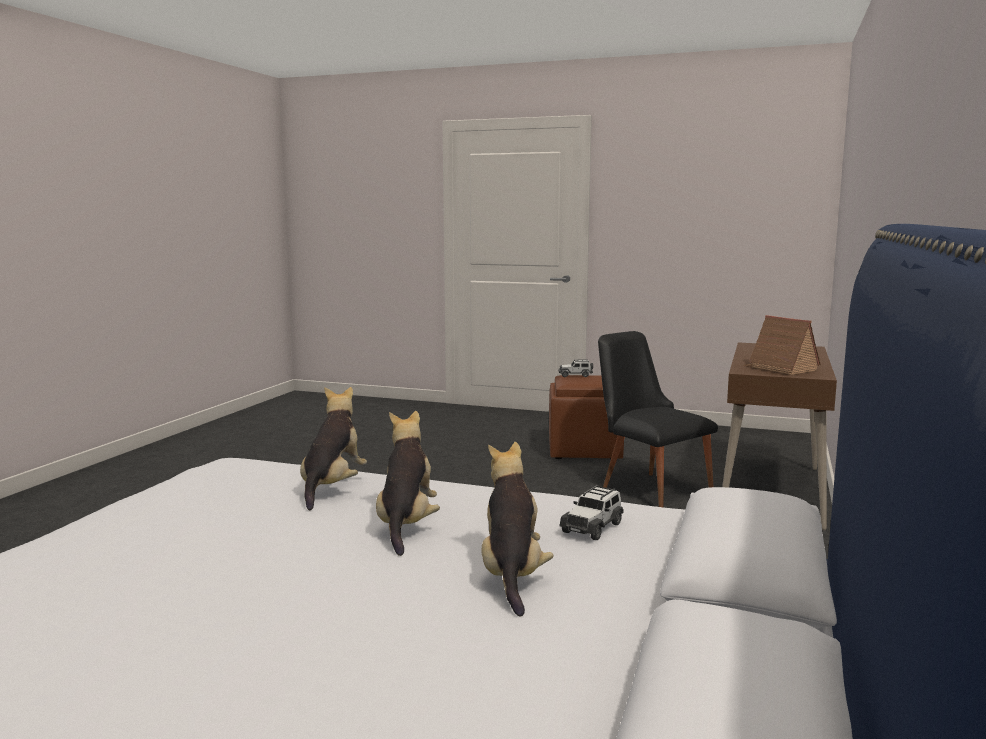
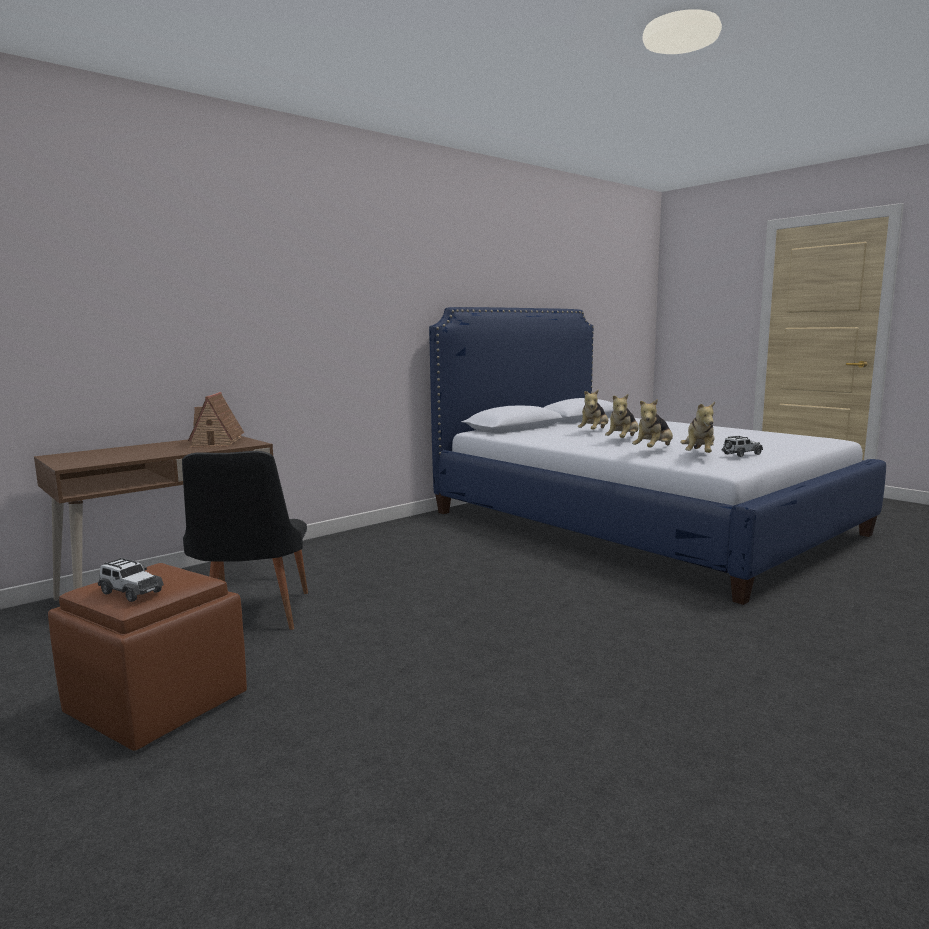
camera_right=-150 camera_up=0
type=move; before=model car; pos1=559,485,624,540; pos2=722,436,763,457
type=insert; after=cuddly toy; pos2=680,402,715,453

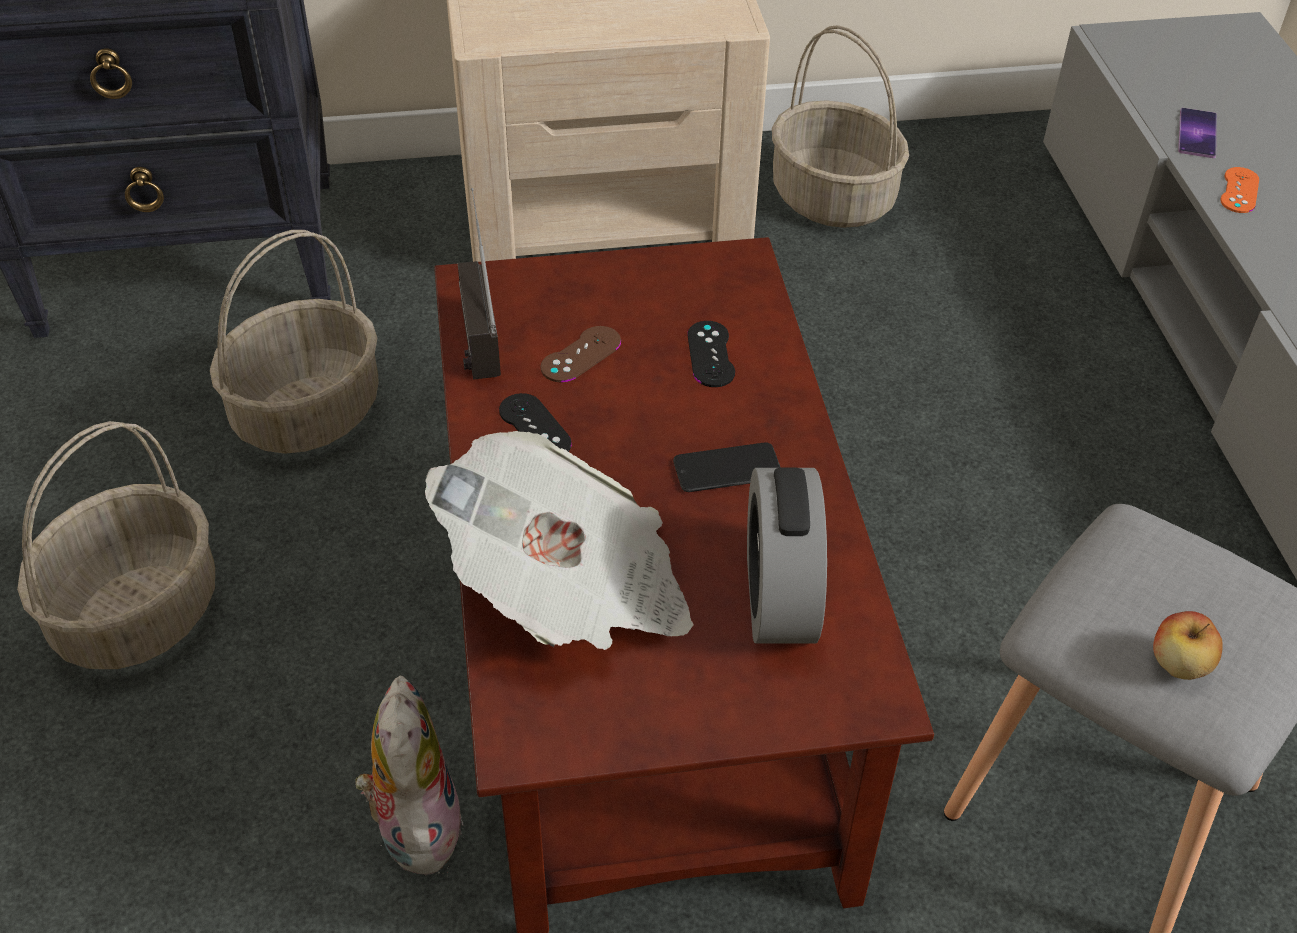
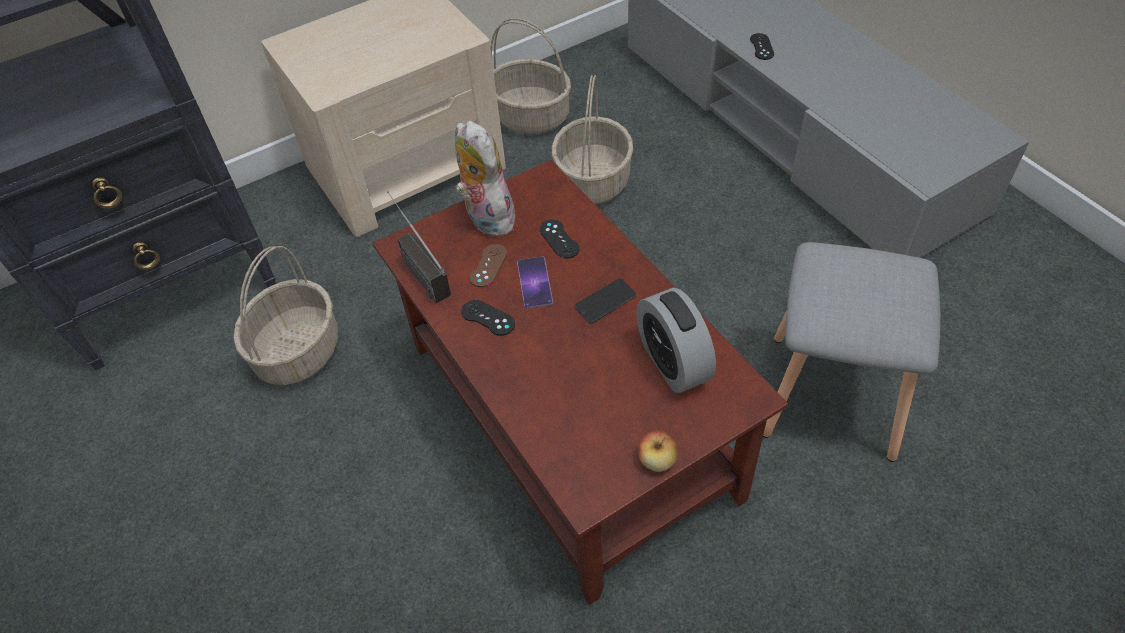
camera_right=-20 camera_up=5
type=move; before=basket; pos1=17,421,215,669; pos2=552,75,633,204
type=move; before=cuddly toy; pos1=355,675,463,876; pos2=455,120,515,237
type=delete; before=newspaper; pos1=425,431,694,650
type=move; before=whole apple; pos1=1153,611,1223,680; pos2=639,430,678,472
type=move; before=handset; pos1=1178,108,1217,158; pos2=517,257,553,309
type=recolor; before=orange-coloured game controller; after=black-coloured game controller; pos1=1220,167,1259,213; pos2=750,33,774,60

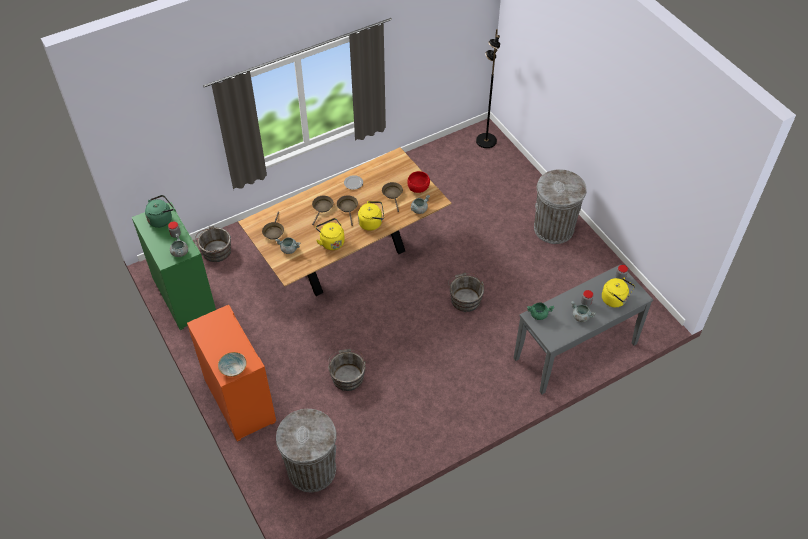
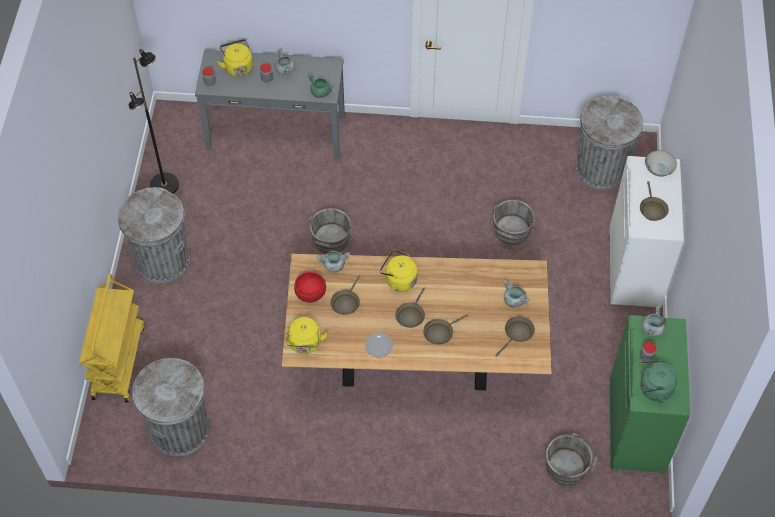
camera_right=-145 camera_up=5
type=recolor; before=orange-coloured cabinet; after=whitish cabinet; pos1=187,305,276,442; pos2=610,156,684,309
type=move; before=yellow tea kettle; pos1=316,218,345,250; pos2=286,317,328,354
type=move; before=black-coloured floor lamp; pos1=476,29,500,148; pos2=129,49,179,194
type=insert; after=yellow cart; pos2=79,274,145,403
type=insert; after=greyish waste bin; pos2=132,358,209,456
type=insert; after=brownish pan; pos2=640,181,669,221

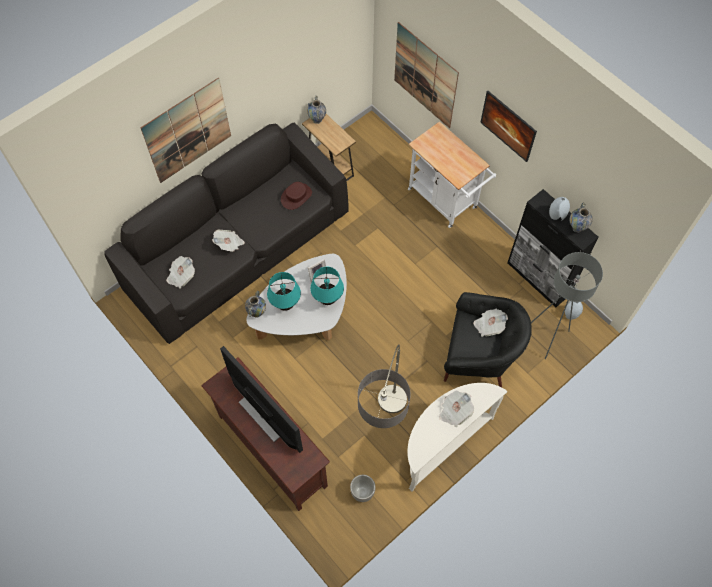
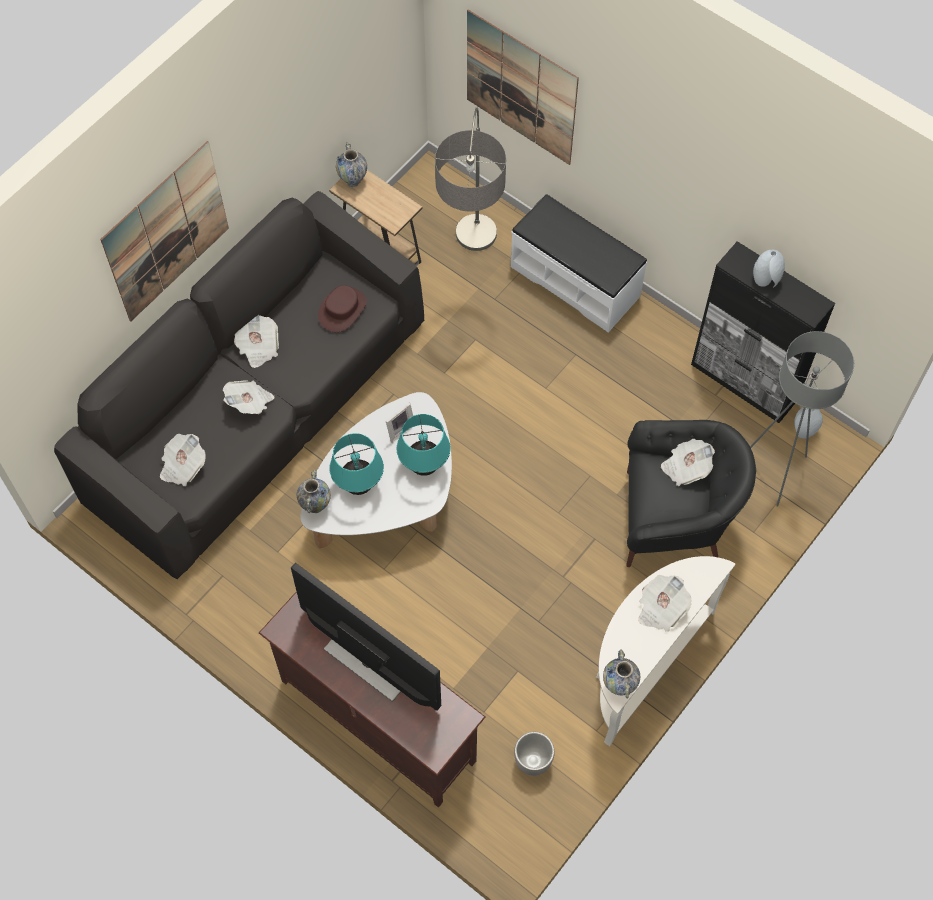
camera_right=-10 camera_up=0
type=move; before=floor lamp; pos1=358,344,411,428; pos2=435,107,506,251
type=replace; before=whitish cart; after=whitish long seat; pos1=408,121,496,228; pos2=511,194,647,333
type=delete; before=picture; pos1=480,91,537,162
type=move; before=vase; pos1=570,202,593,233; pos2=603,649,640,698
type=insert; after=newspaper; pos2=234,315,279,368

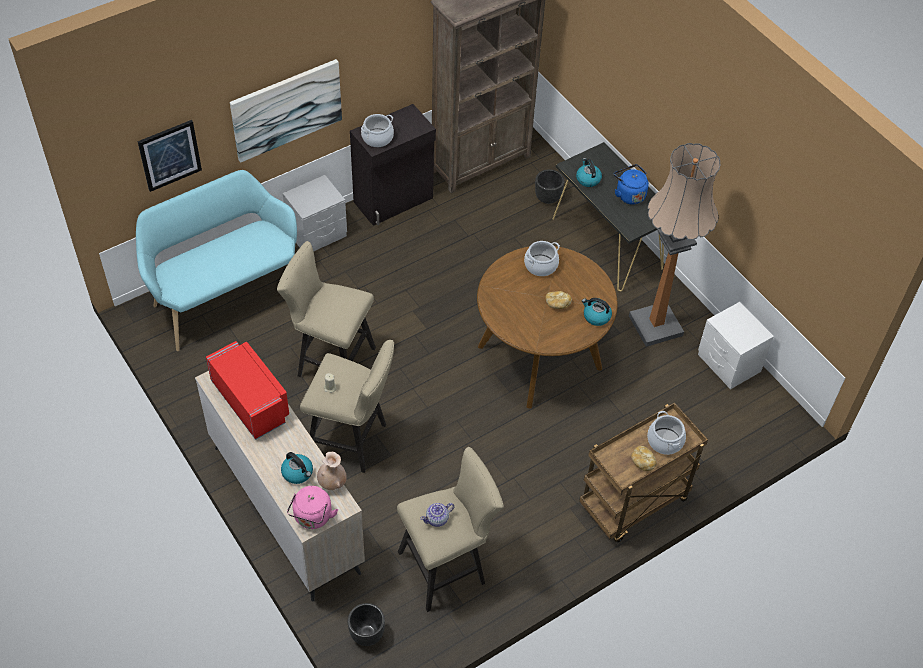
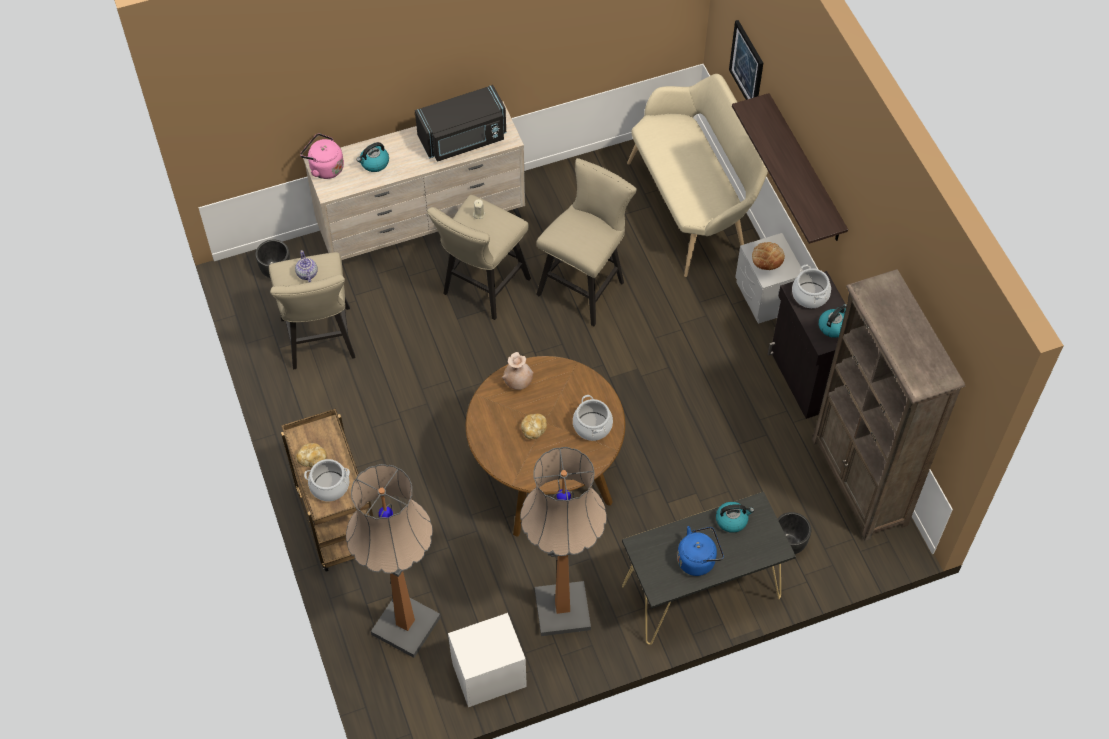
camera_right=105 camera_up=5
type=recolor; before=turquoise long seat; after=sand-coloured long seat; pos1=136,170,297,351; pos2=627,74,768,277
type=recolor; before=red kitchen microwave; after=black-coloured kitchen microwave; pos1=206,341,289,440; pos2=415,85,507,162
type=replace; before=picture; after=bracket shelf; pos1=230,59,342,163; pos2=732,93,848,244
type=move; before=sand-coloured vase; pos1=317,452,347,490; pos2=502,352,534,390
type=move; before=tea kettle; pos1=582,298,612,326; pos2=818,304,847,338
type=insert; after=floor lamp; pos2=346,464,441,658
type=insert; after=baked bread; pos2=752,242,785,270

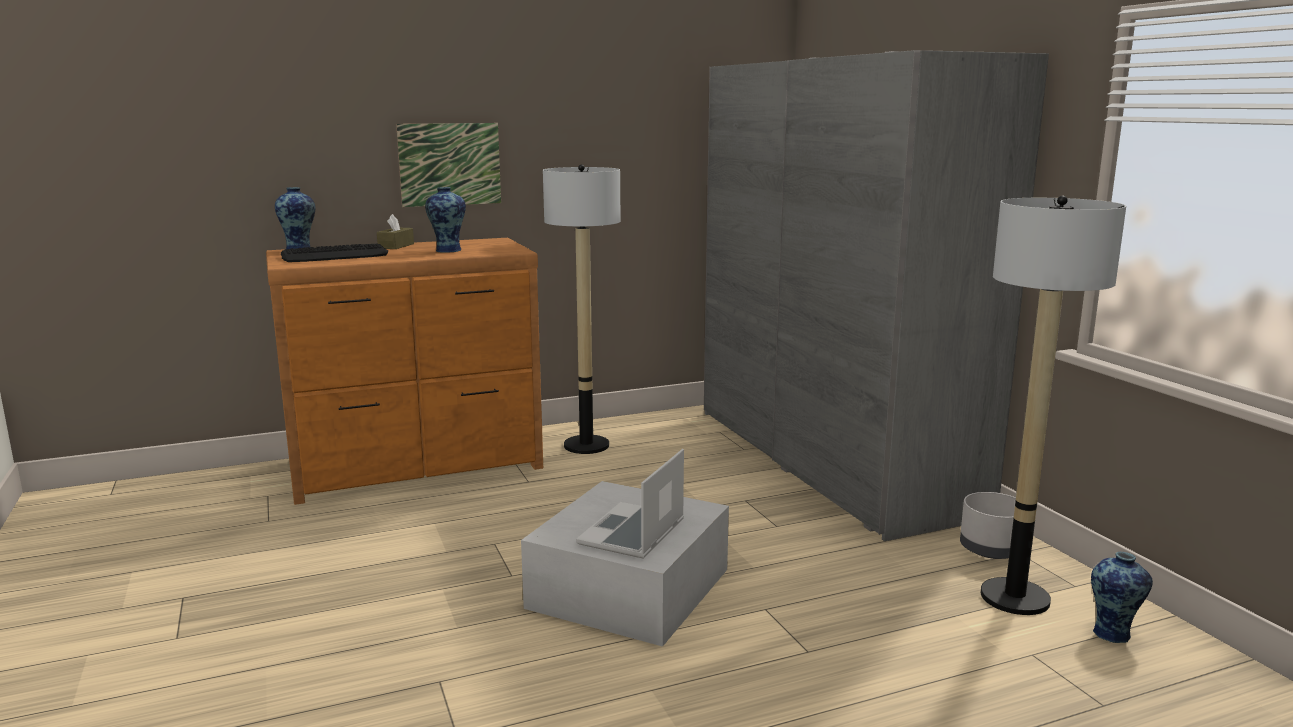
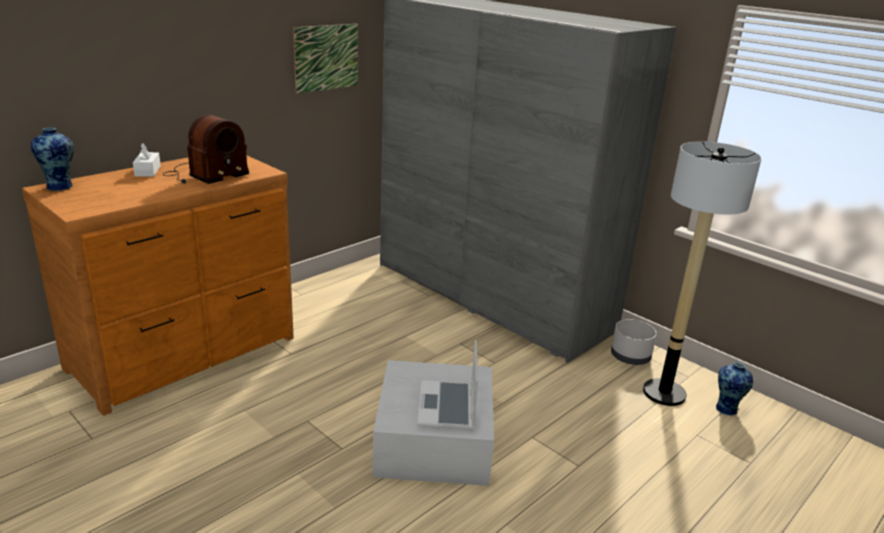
camera_right=-25 camera_up=10
type=delete; before=computer keyboard; pos1=281,244,388,262
type=recolor; before=brownish box of tissues; after=whitish box of tissues; pos1=377,214,414,249; pos2=133,143,161,177
type=move; before=picture; pos1=396,123,501,207; pos2=293,24,358,94
type=replace; before=vase; after=radio; pos1=425,187,466,253; pos2=163,115,250,184
type=delete; before=floor lamp; pos1=543,164,620,454

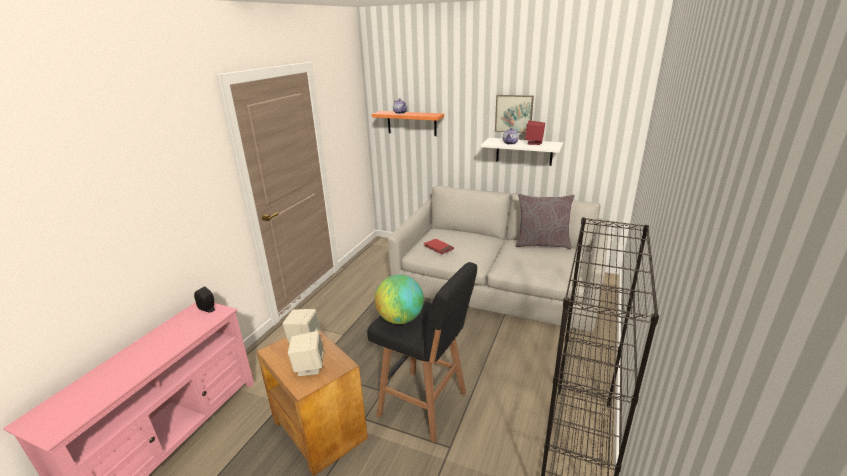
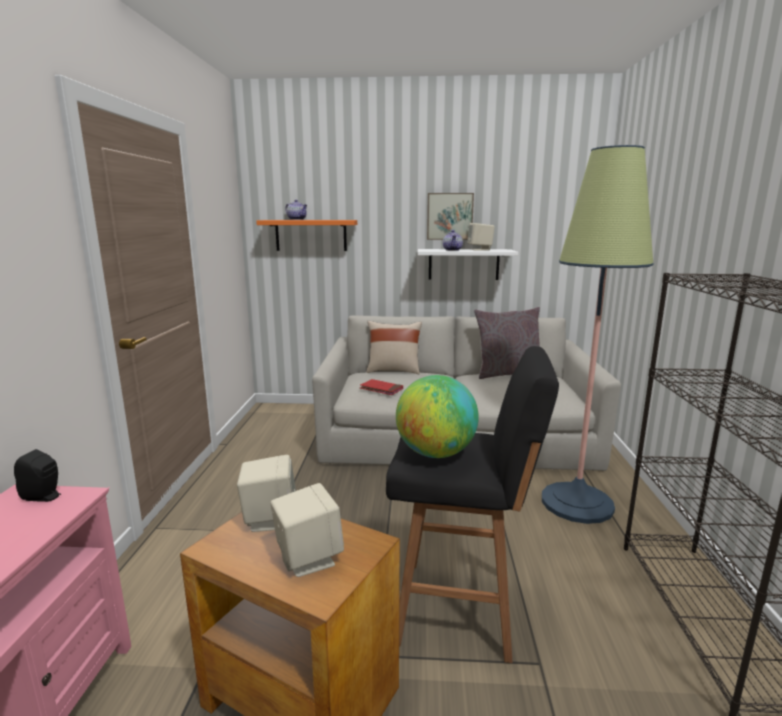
camera_right=-20 camera_up=-10
type=recolor; before=red audio speaker; after=sand-coloured audio speaker; pos1=525,121,545,145; pos2=467,223,495,251
type=insert; after=sand-coloured cushion; pos2=366,321,422,374
type=insert; after=floor lamp; pos2=542,145,654,524

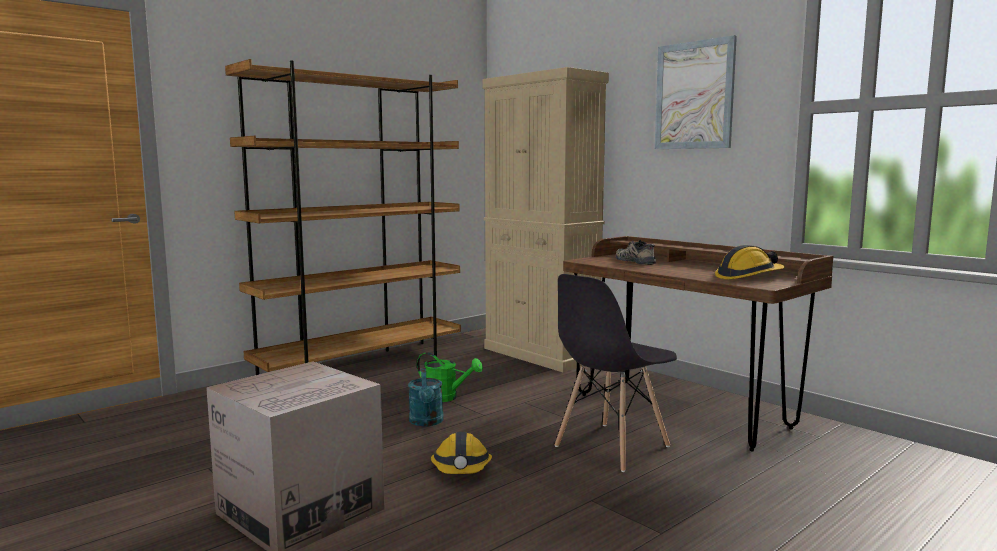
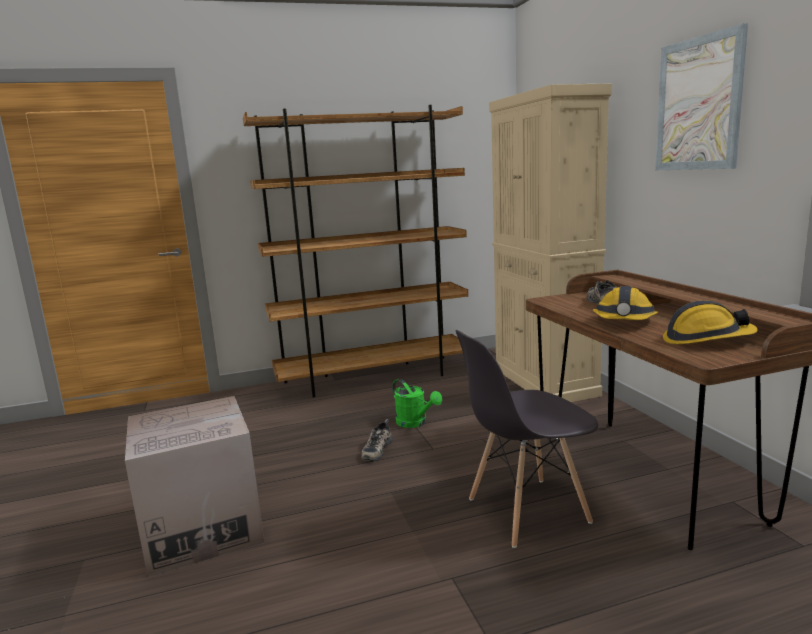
camera_right=25 camera_up=5
type=replace; before=turquoise sprinkling can; after=item of footwear; pos1=408,368,444,426; pos2=361,419,393,462
type=move; before=work helmet; pos1=431,432,492,474; pos2=593,286,658,320

